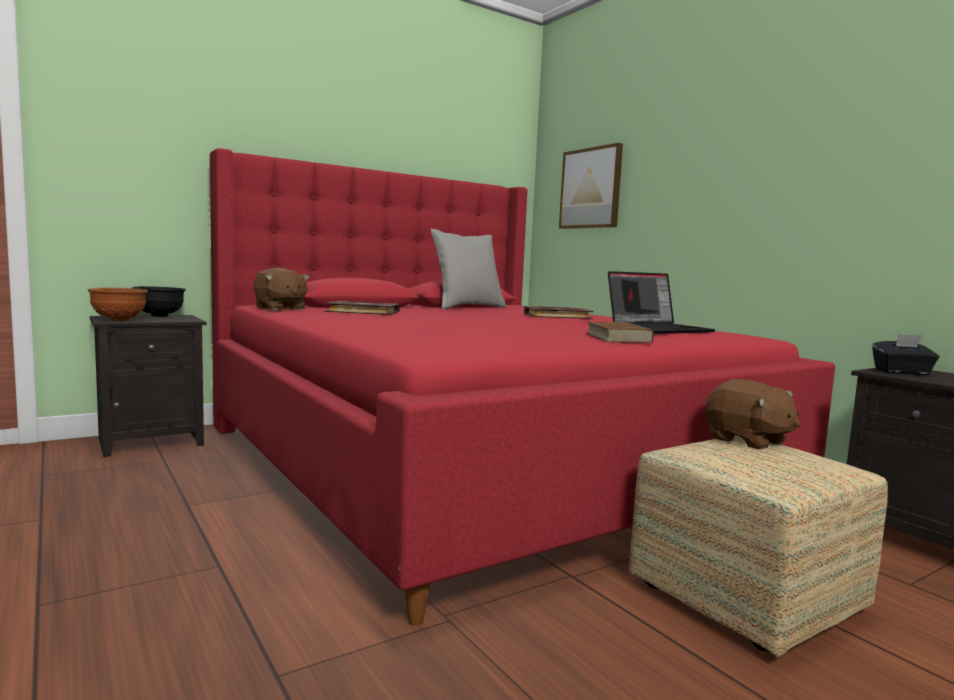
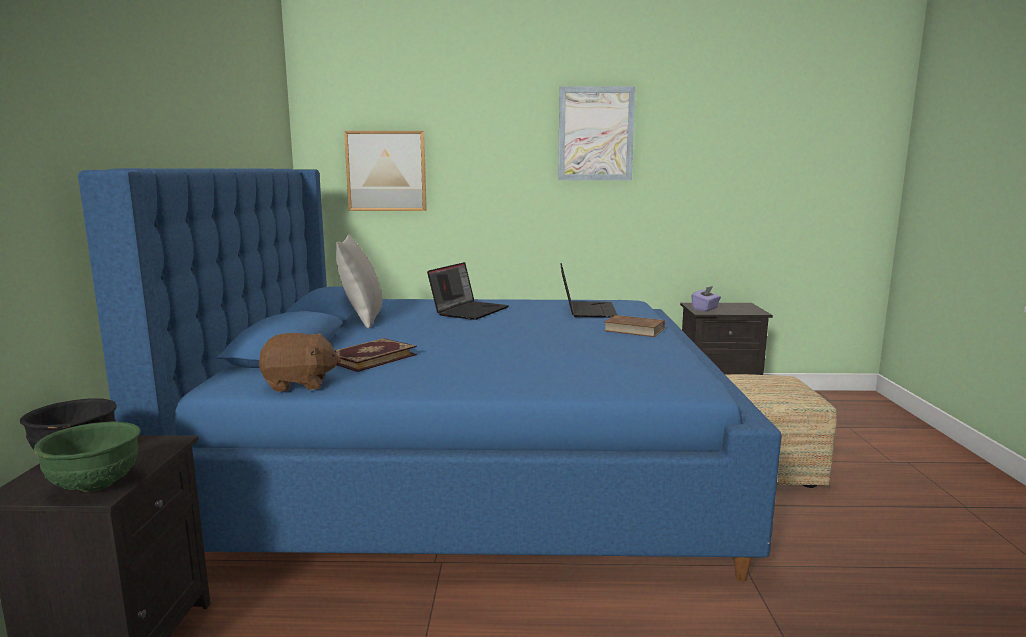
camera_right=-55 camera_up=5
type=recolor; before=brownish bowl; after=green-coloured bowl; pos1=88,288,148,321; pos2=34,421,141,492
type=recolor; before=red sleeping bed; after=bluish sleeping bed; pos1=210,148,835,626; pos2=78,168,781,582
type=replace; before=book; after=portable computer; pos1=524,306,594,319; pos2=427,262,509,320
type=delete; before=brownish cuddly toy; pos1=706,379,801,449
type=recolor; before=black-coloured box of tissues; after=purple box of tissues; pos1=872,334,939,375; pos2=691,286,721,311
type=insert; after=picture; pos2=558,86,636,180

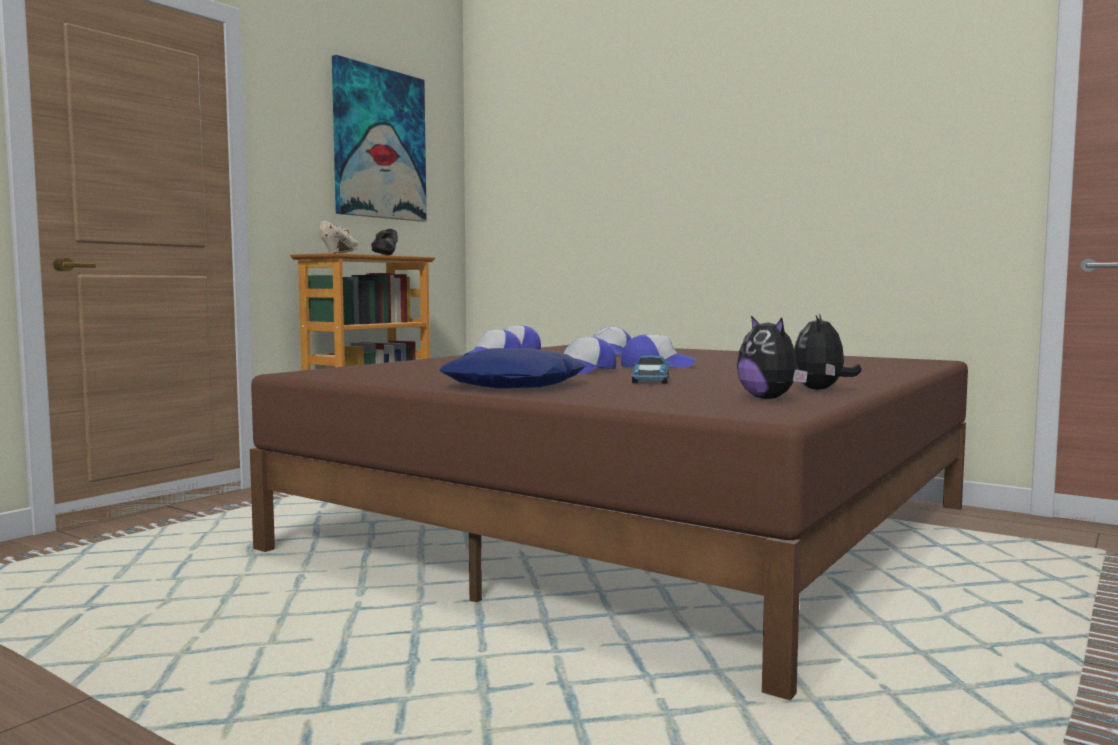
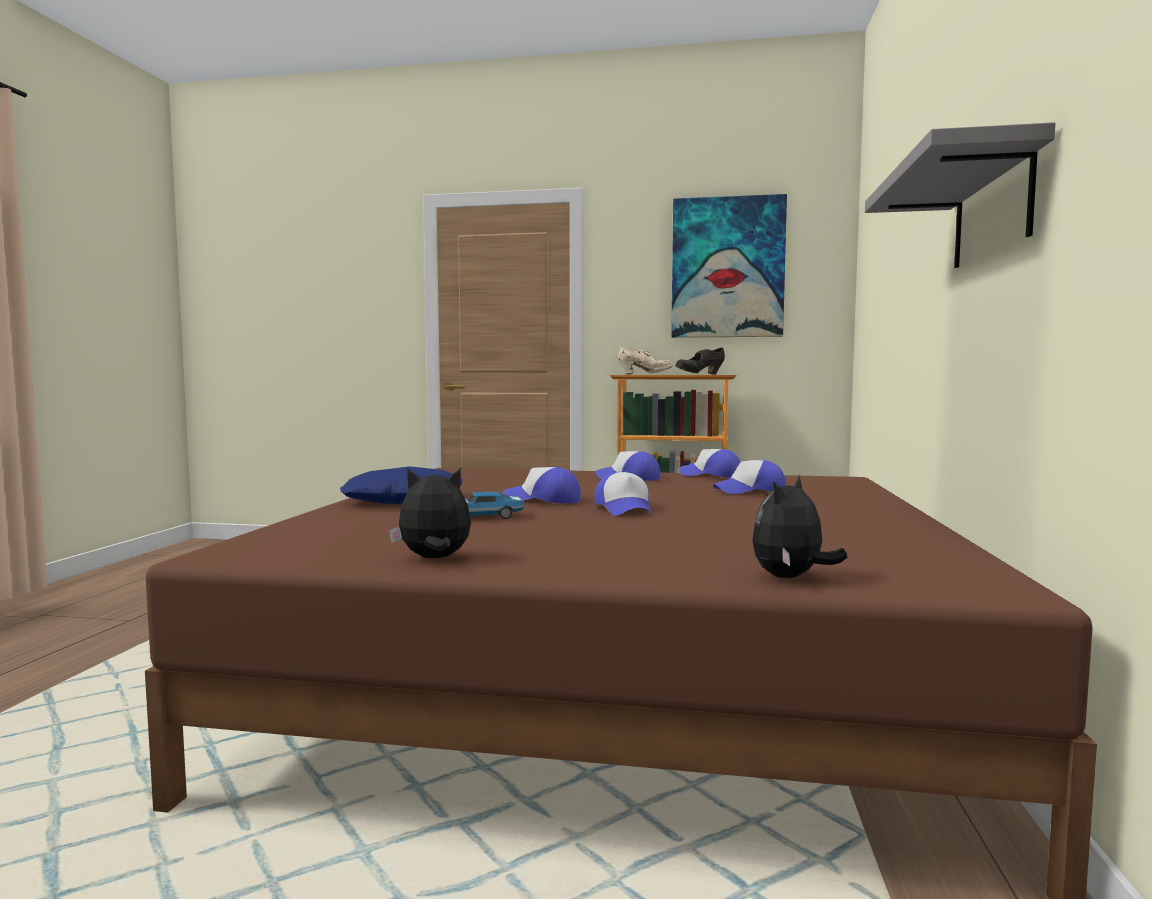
camera_right=65 camera_up=0
type=move; before=cuddly toy; pos1=737,316,808,399; pos2=752,475,847,578
type=insert; after=greyish bracket shelf; pos2=865,122,1056,268

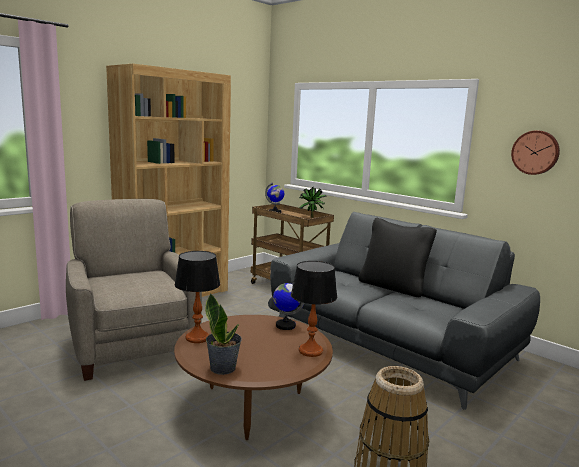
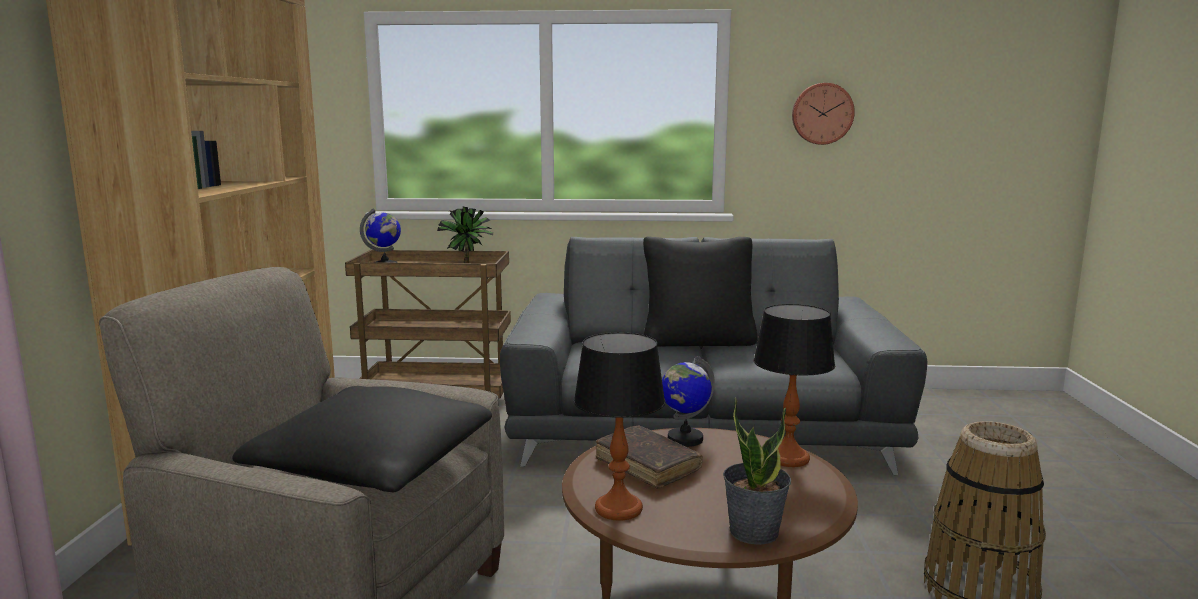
camera_right=-40 camera_up=0
type=insert; after=black-coloured cushion; pos2=232,386,492,492
type=insert; after=brownish book; pos2=596,425,703,489

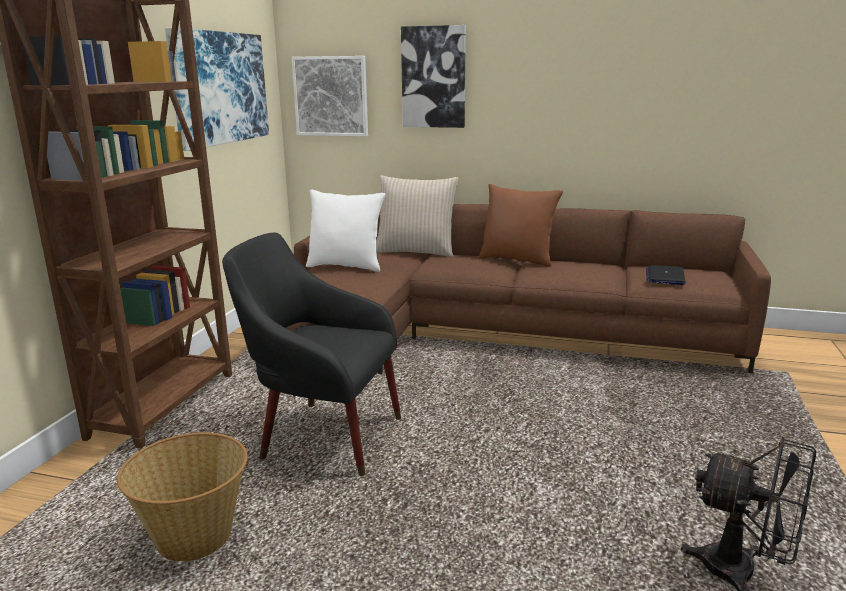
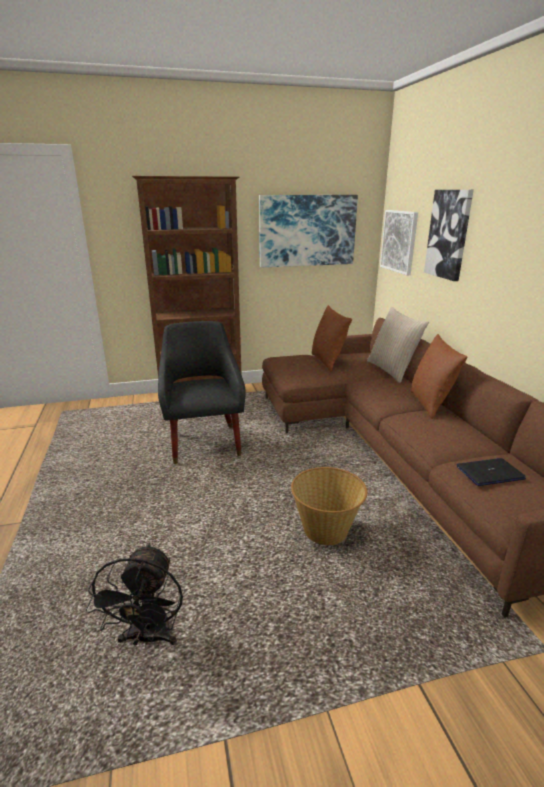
camera_right=60 camera_up=5
type=move; before=basket; pos1=117,432,248,561; pos2=291,467,367,545
type=recolor; before=whitish cushion; after=brownish cushion; pos1=306,189,386,272; pos2=312,305,352,372

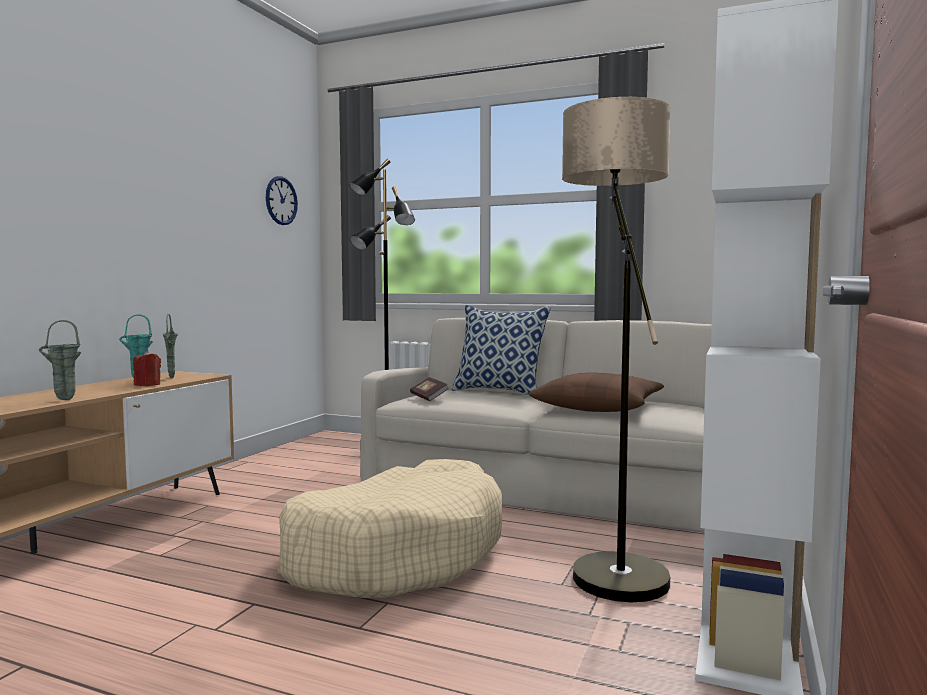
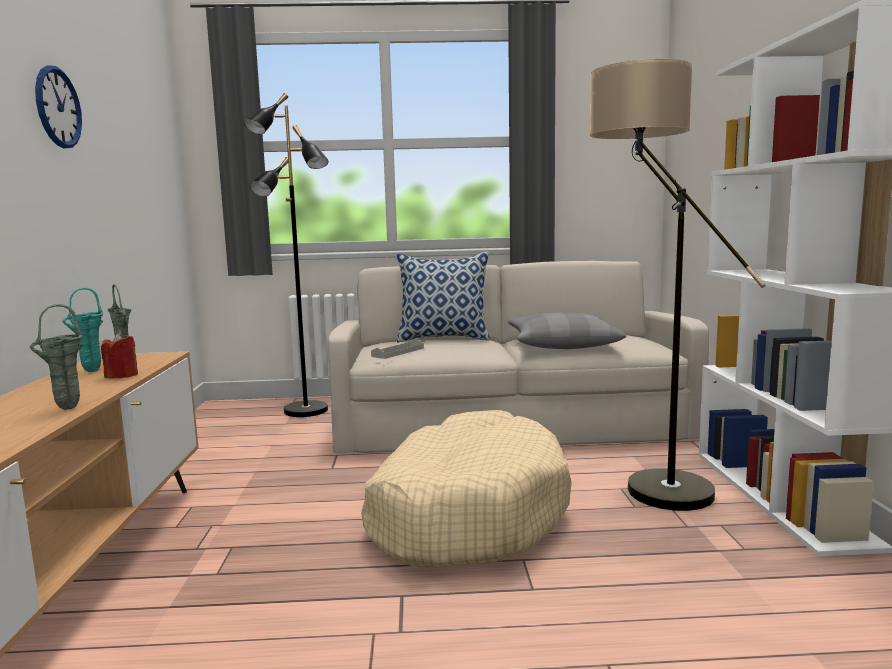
camera_right=-25 camera_up=5
type=move; before=wall clock; pos1=266,176,298,225; pos2=35,65,82,148
type=replace; before=book; after=greyish carrying tray; pos1=410,377,448,401; pos2=371,338,424,359
type=recolor; before=brownish cushion; after=greyish cushion; pos1=529,373,664,412; pos2=508,312,626,349

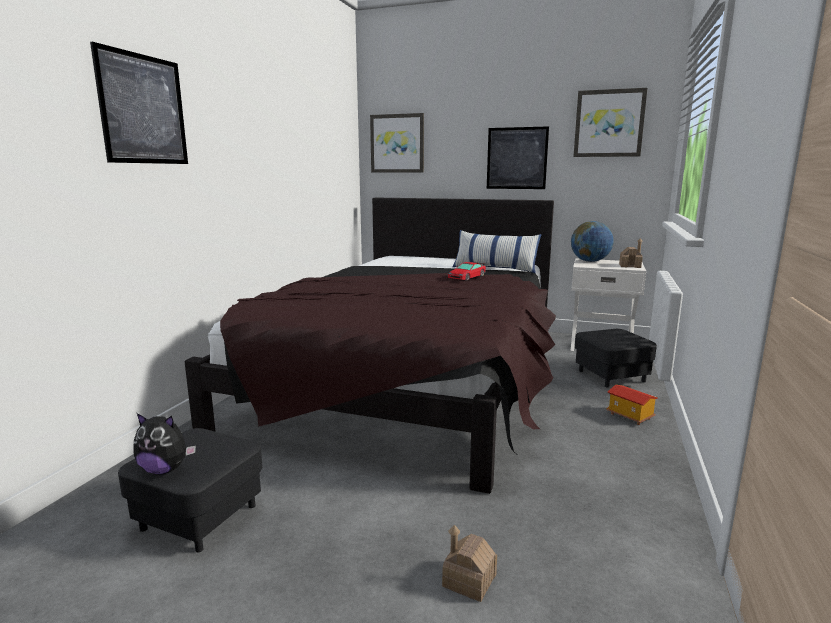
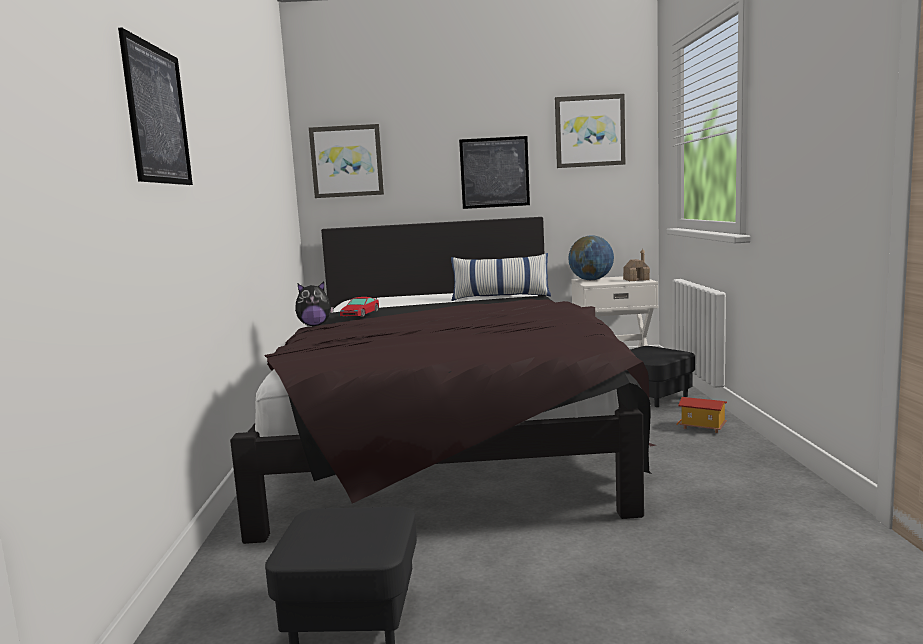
camera_right=-20 camera_up=-5
type=move; before=cuddly toy; pos1=133,413,196,474; pos2=295,282,334,326
type=delete; before=model house; pos1=442,525,497,602
type=move; before=model car; pos1=448,262,486,281; pos2=340,297,379,317

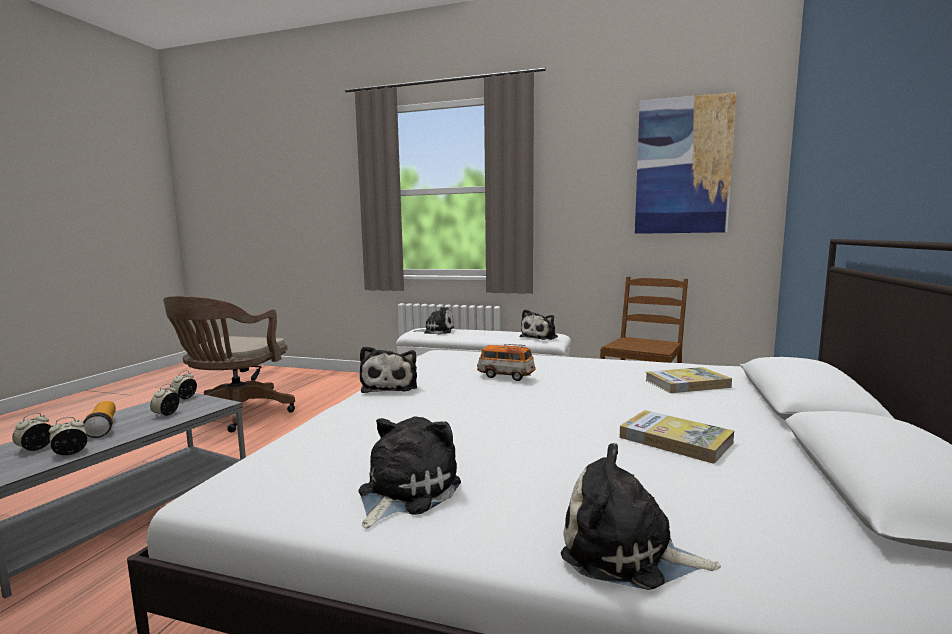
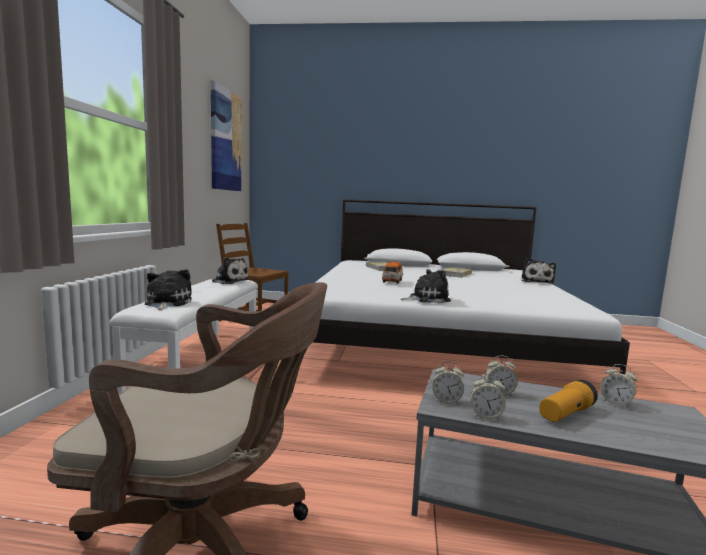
camera_right=-100 camera_up=0
type=move; before=alarm clock; pos1=12,413,52,452; pos2=471,373,506,420
type=delete; before=cuddly toy; pos1=359,416,461,529

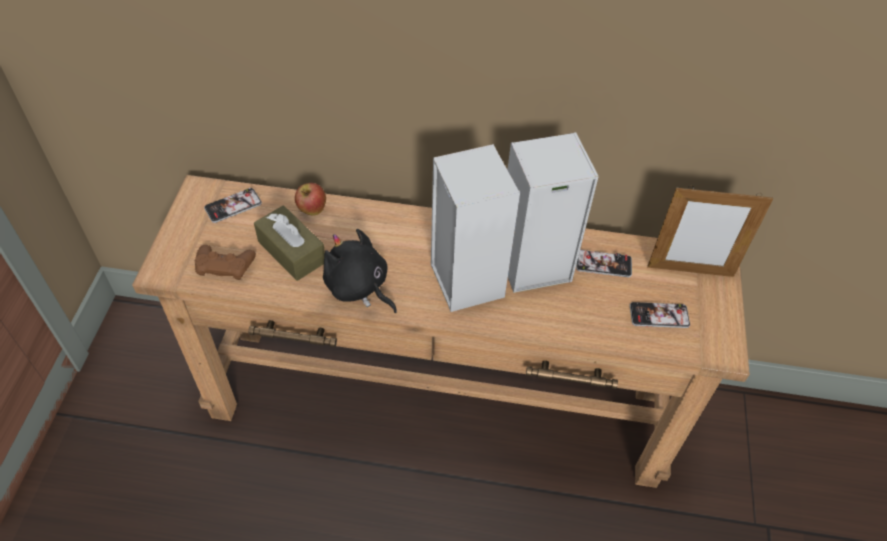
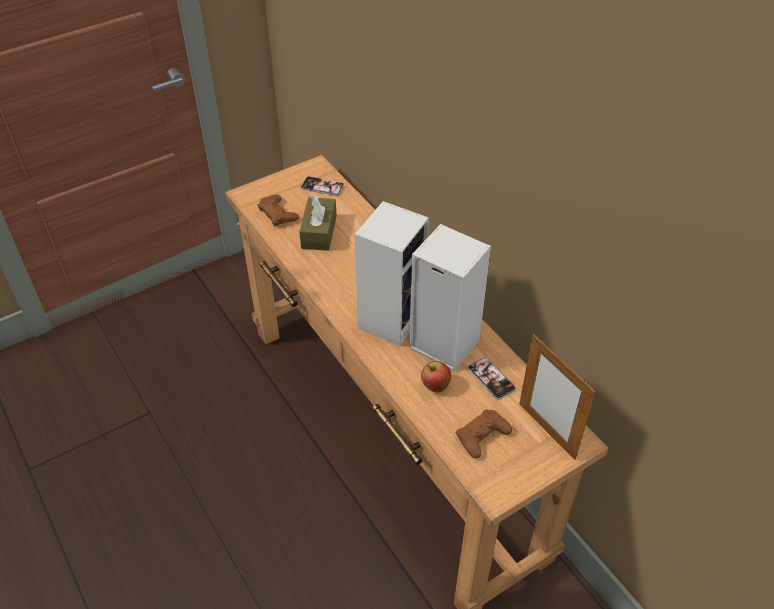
camera_right=50 camera_up=-5
type=move; before=whole apple; pos1=295,183,326,215; pos2=421,361,452,393
type=delete; before=black-coloured cuddly toy; pos1=323,229,397,313
type=replace; before=handset; after=brownish game controller; pos1=630,302,690,328; pos2=456,409,513,459

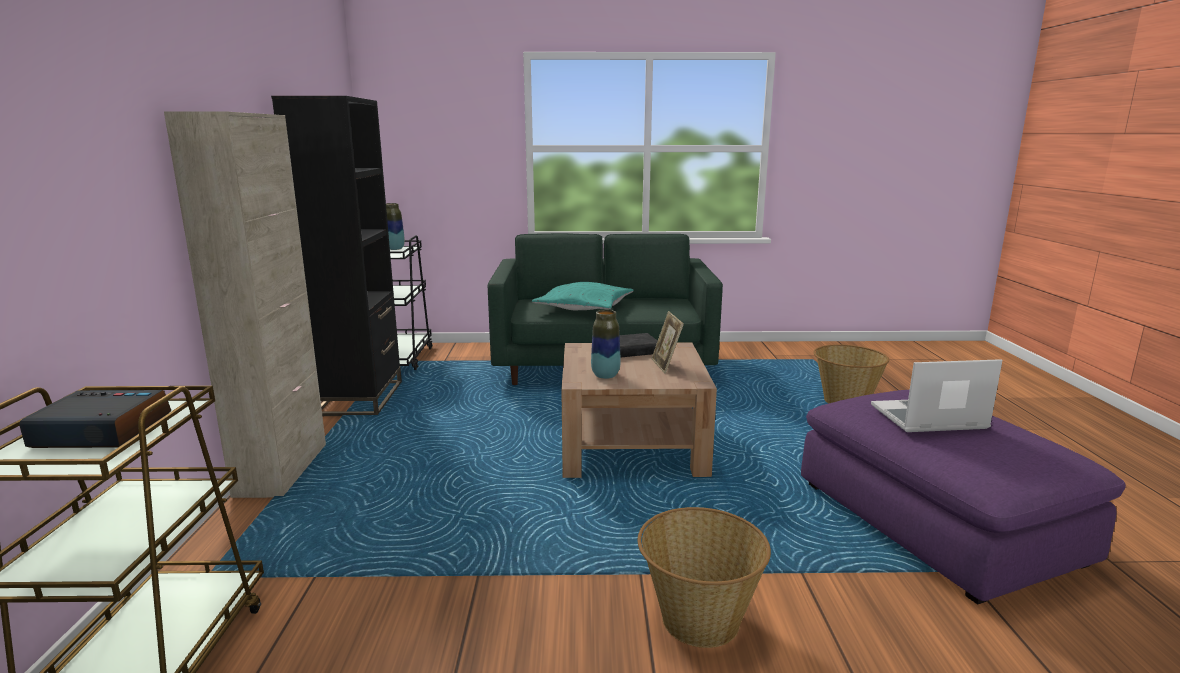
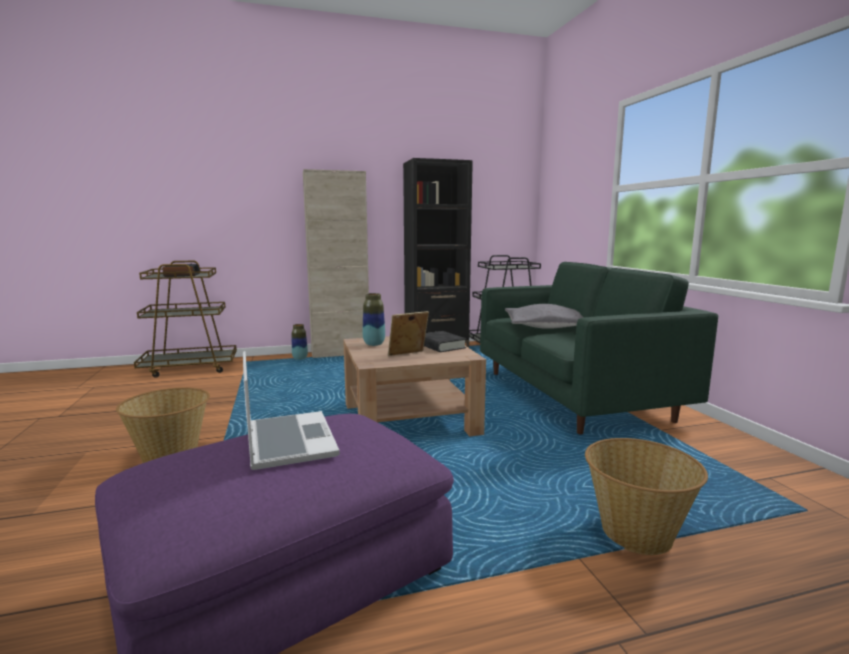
camera_right=75 camera_up=-5
type=move; before=vase; pos1=386,203,405,250; pos2=292,324,308,360
type=recolor; before=turquoise cushion; after=greyish cushion; pos1=532,282,633,310; pos2=505,304,584,329

